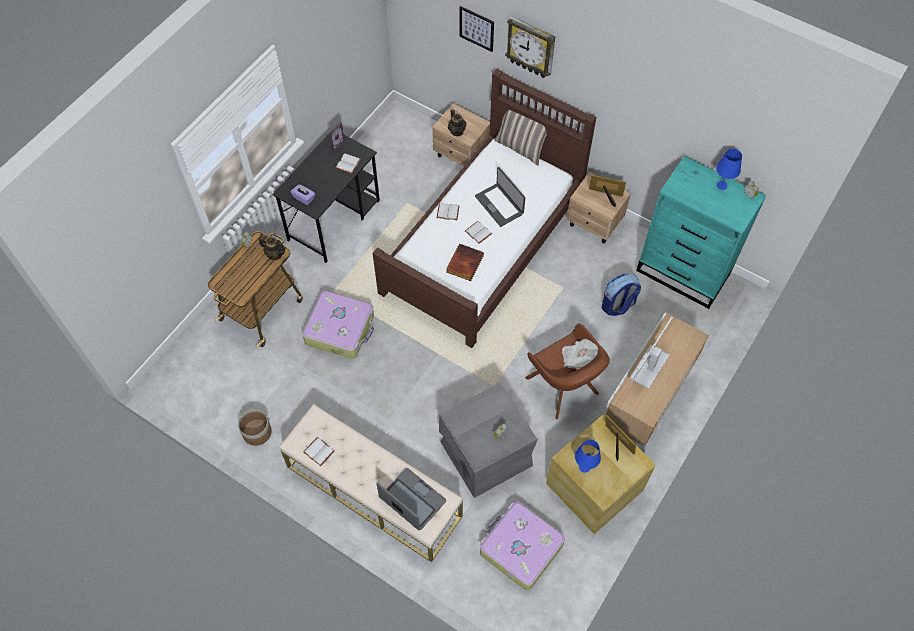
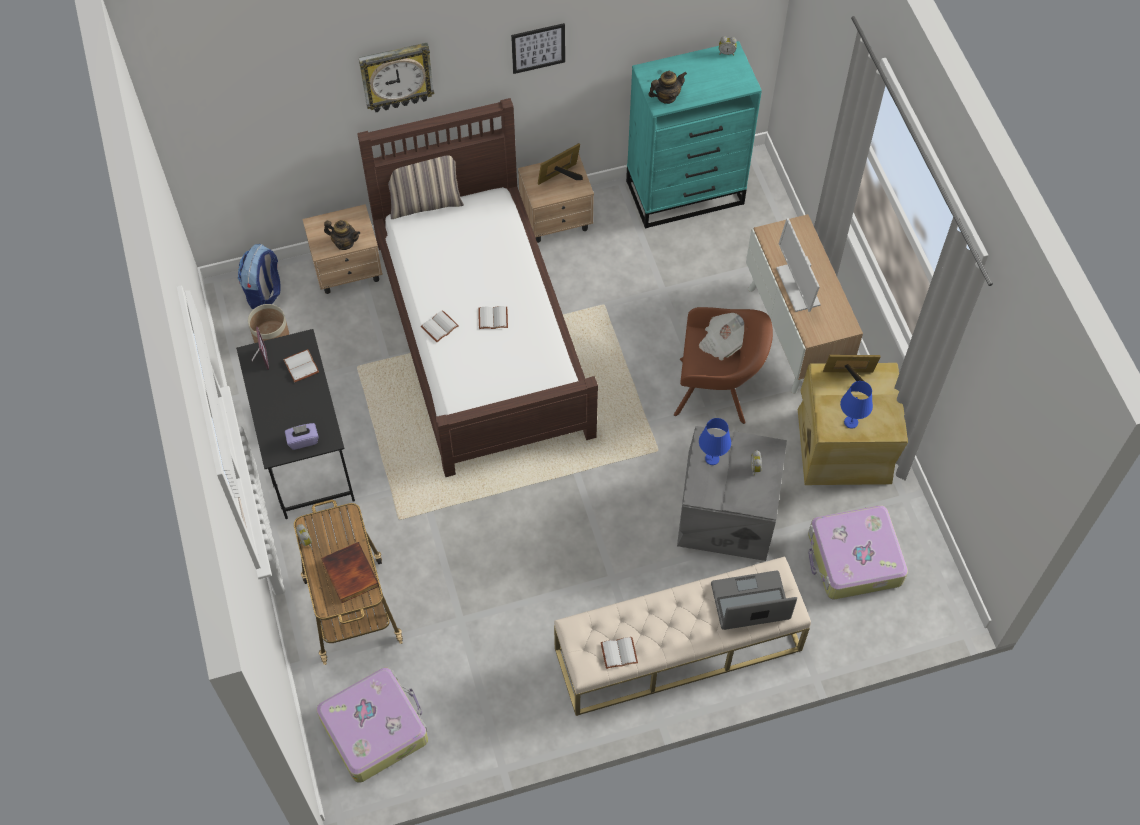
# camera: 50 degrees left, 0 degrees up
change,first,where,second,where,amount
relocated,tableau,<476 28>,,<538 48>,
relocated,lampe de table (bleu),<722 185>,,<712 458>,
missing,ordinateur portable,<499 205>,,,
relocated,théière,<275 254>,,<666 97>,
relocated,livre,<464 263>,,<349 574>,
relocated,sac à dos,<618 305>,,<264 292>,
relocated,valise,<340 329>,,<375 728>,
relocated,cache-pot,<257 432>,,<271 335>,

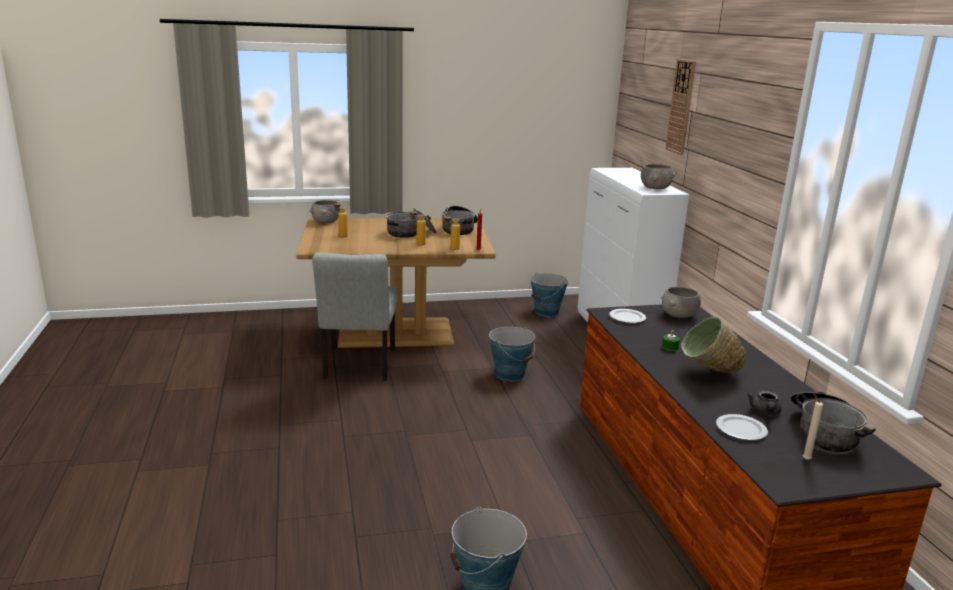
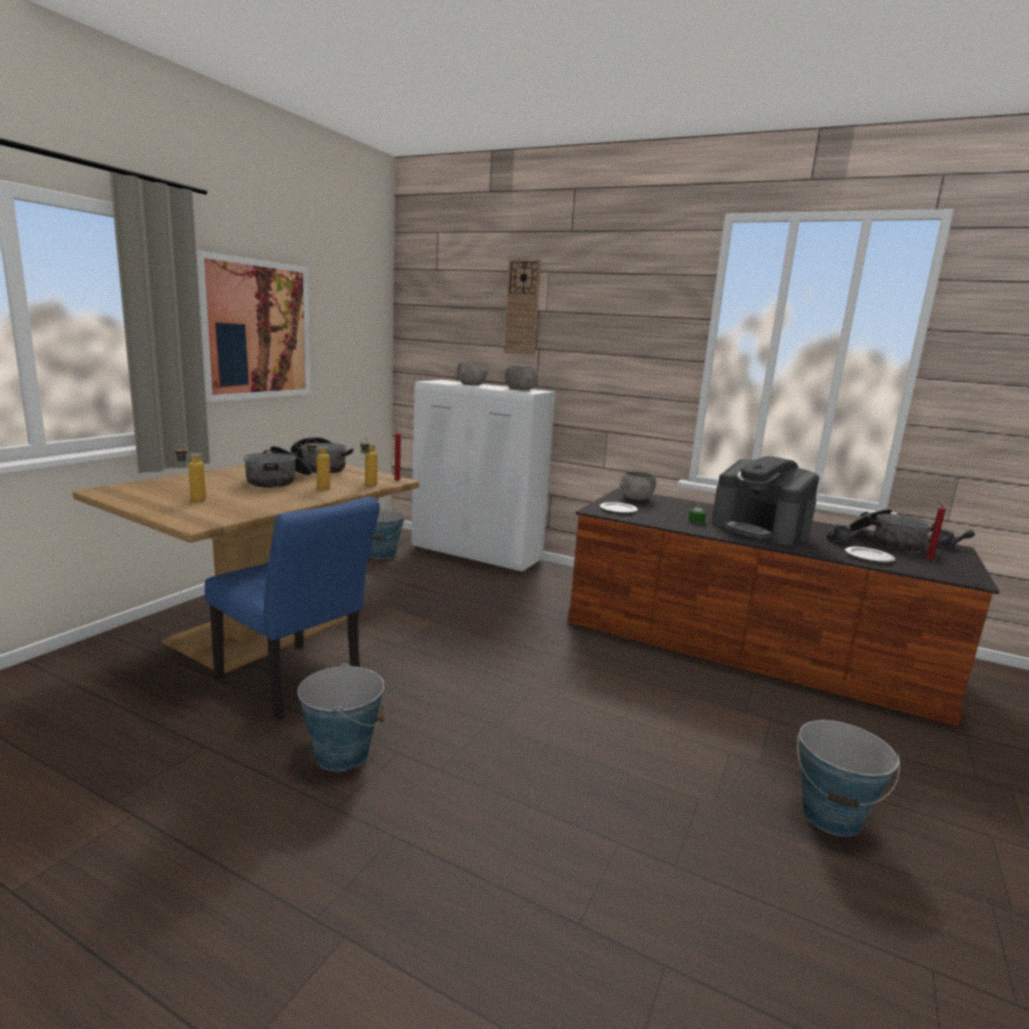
# camera: 50 degrees left, 5 degrees down
change,first,where,second,where,amount
relocated,bol (gris),<326 222>,,<472 385>,
colour,chaise (gris),<358 367>,chaise (bleu),<295 684>,
exchanged,bol (vert),<708 374>,machine à café,<760 530>,
relocated,seau,<510 374>,,<342 754>,
colour,bougie (beige),<805 459>,bougie (rouge),<927 560>,
appeared,,,tableau,<256 330>,
appeared,,,théière (gris),<946 546>,

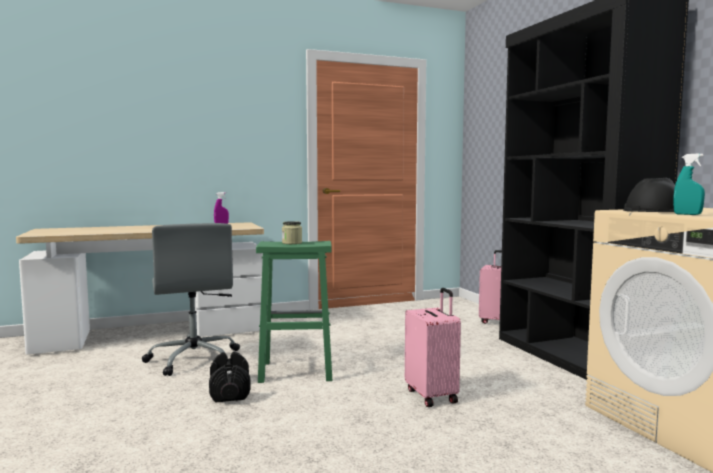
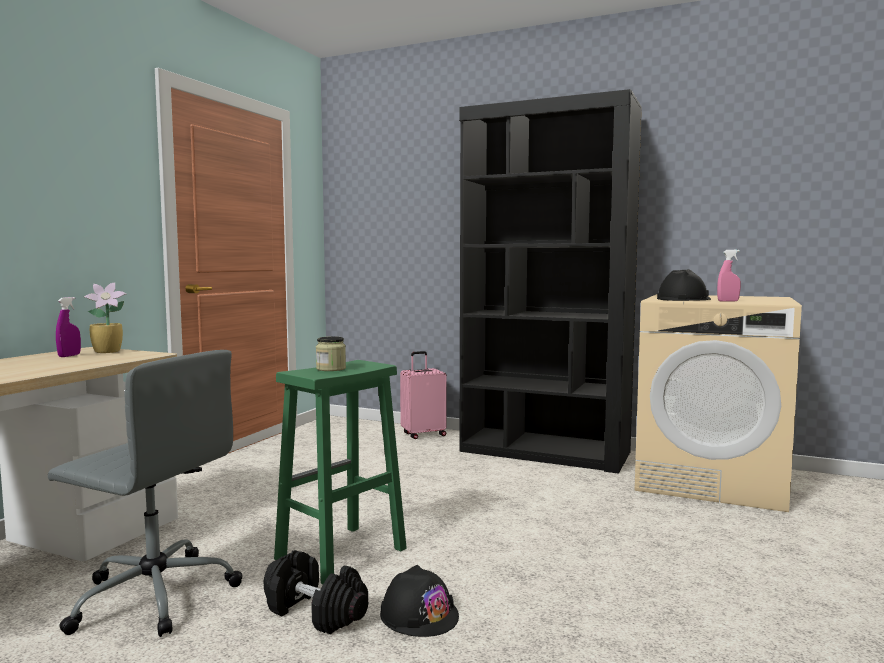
# camera: 45 degrees left, 0 degrees up
change,first,where,second,where,amount
colour,vaporisateur (turquoise),<687 214>,vaporisateur (rose),<728 301>,
missing,valise (rose),<432 396>,,,
appeared,,,plante en pot,<108 351>,
appeared,,,casque de chantier (noir),<419 614>,

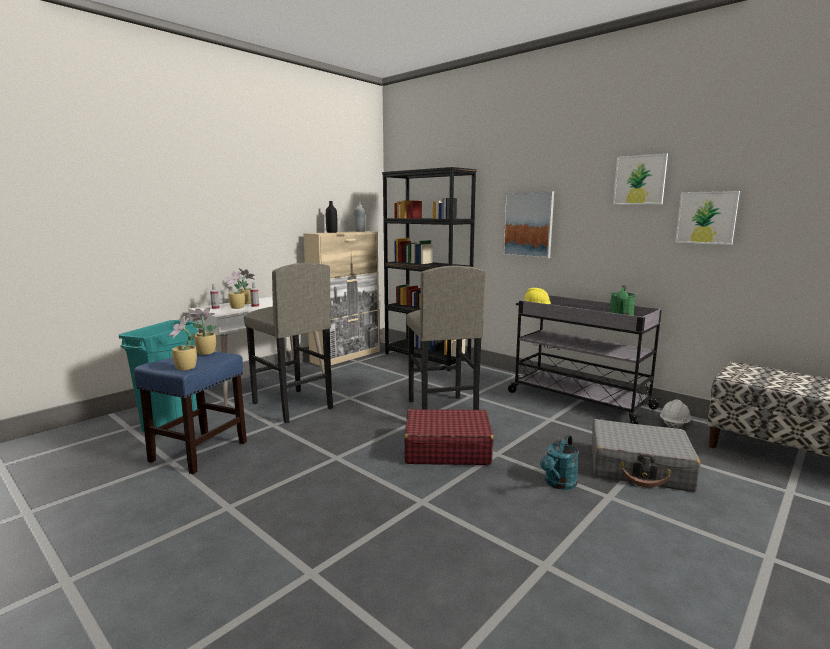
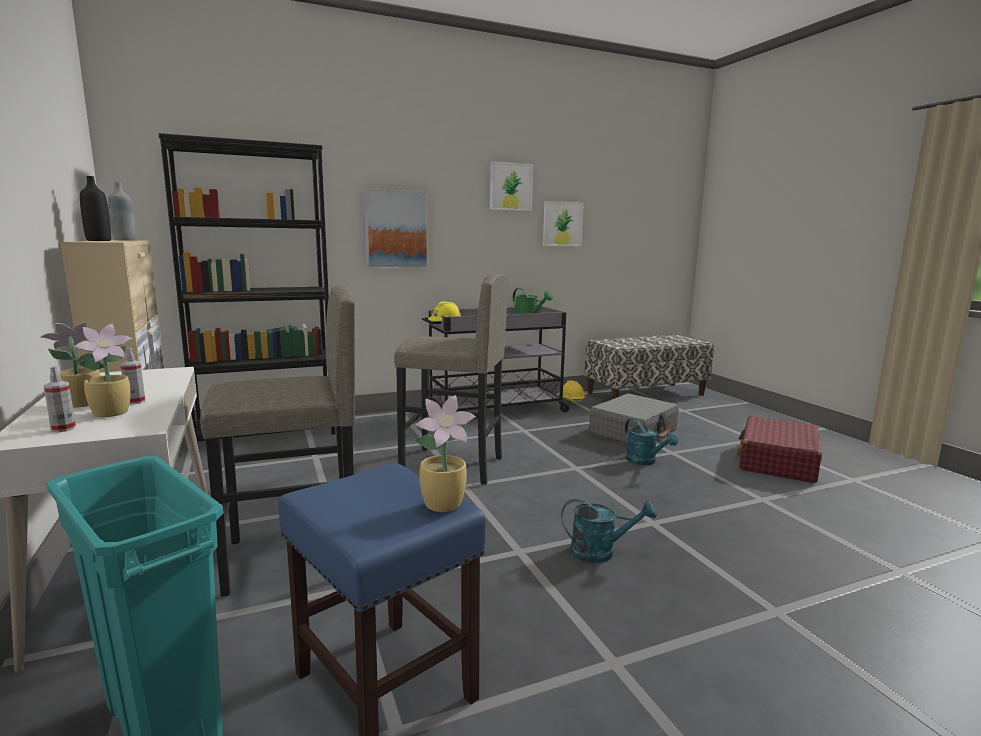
# camera: 65 degrees left, 0 degrees up
change,first,where,second,where,amount
missing,plante en pot,<205 353>,,,
colour,casque de chantier (blanc),<674 423>,casque de chantier (jaune),<571 401>,
relocated,valise (rouge),<446 449>,,<777 462>,
appeared,,,arrosoir (turquoise),<600 552>,

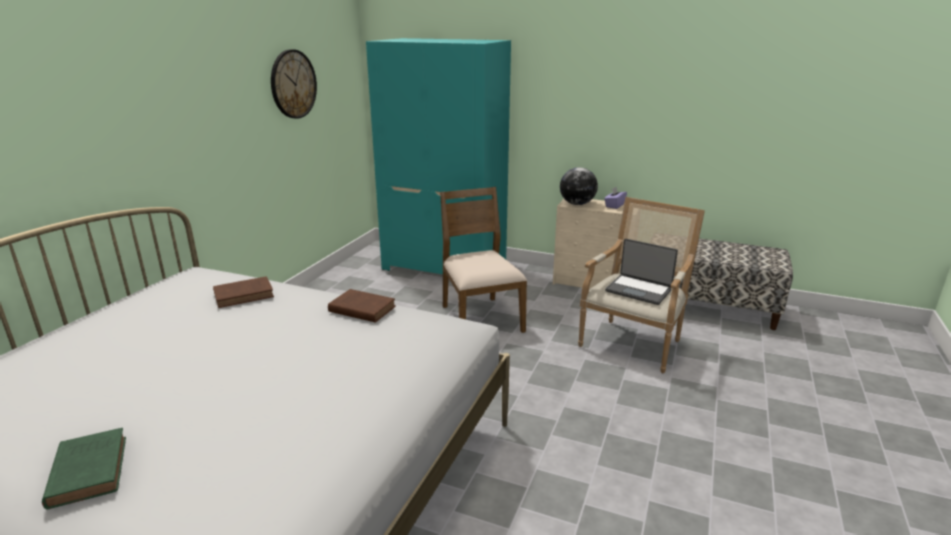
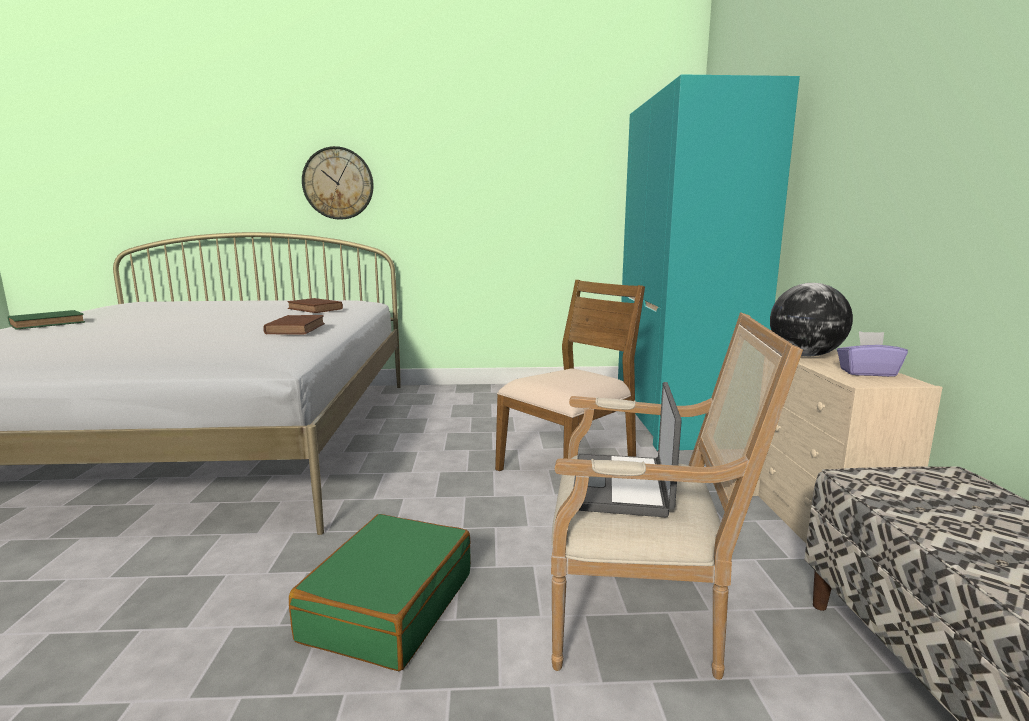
# camera: 65 degrees right, 10 degrees down
change,first,where,second,where,amount
relocated,horloge murale,<293 84>,,<338 183>,
appeared,,,valise (vert),<388 605>,

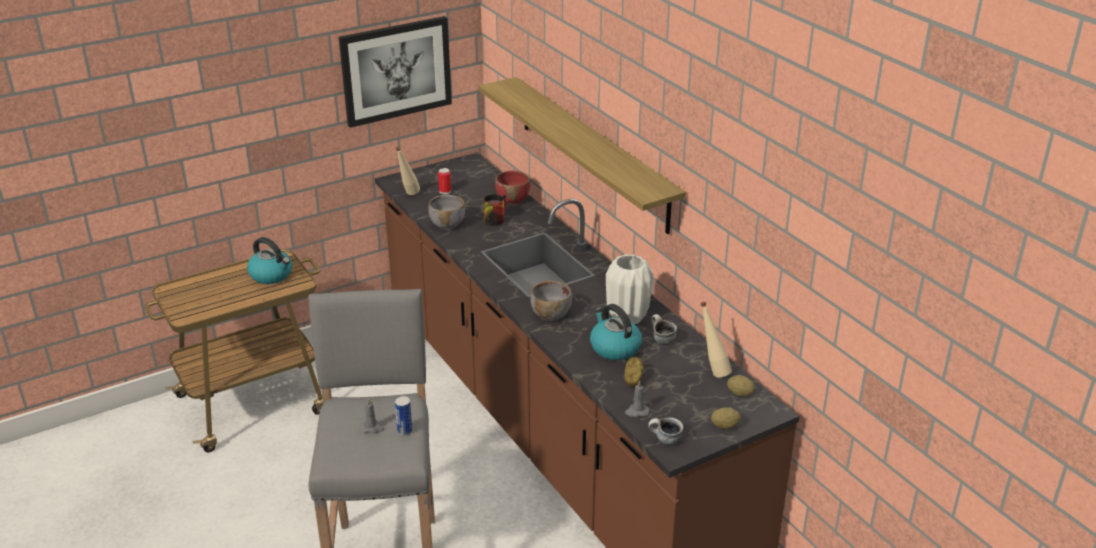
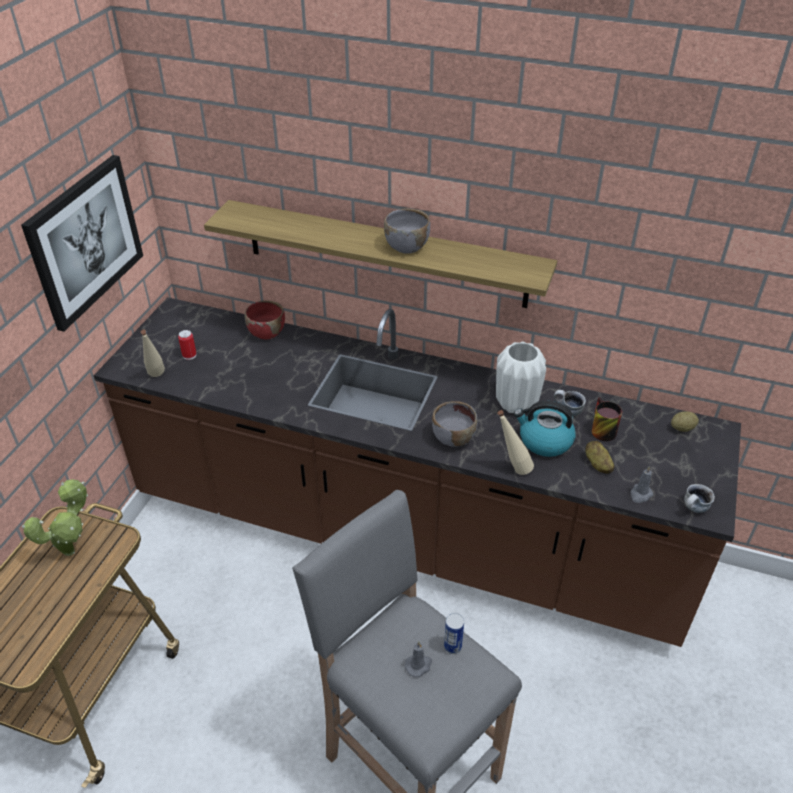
# camera: 40 degrees left, 10 degrees up
change,first,where,second,where,amount
relocated,mug,<494 218>,,<600 429>,
relocated,bol (gris),<447 224>,,<407 246>,
exchanged,bouilloire,<272 275>,plante en pot,<73 548>,
relocated,bouteille (beige),<712 371>,,<512 469>,
missing,pomme de terre,<725 426>,,,

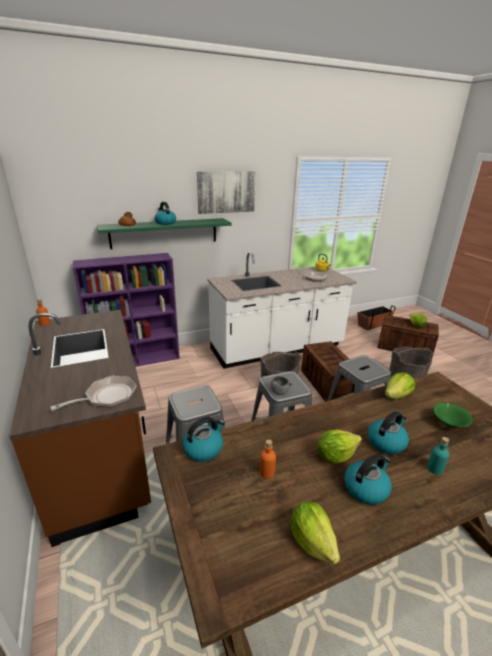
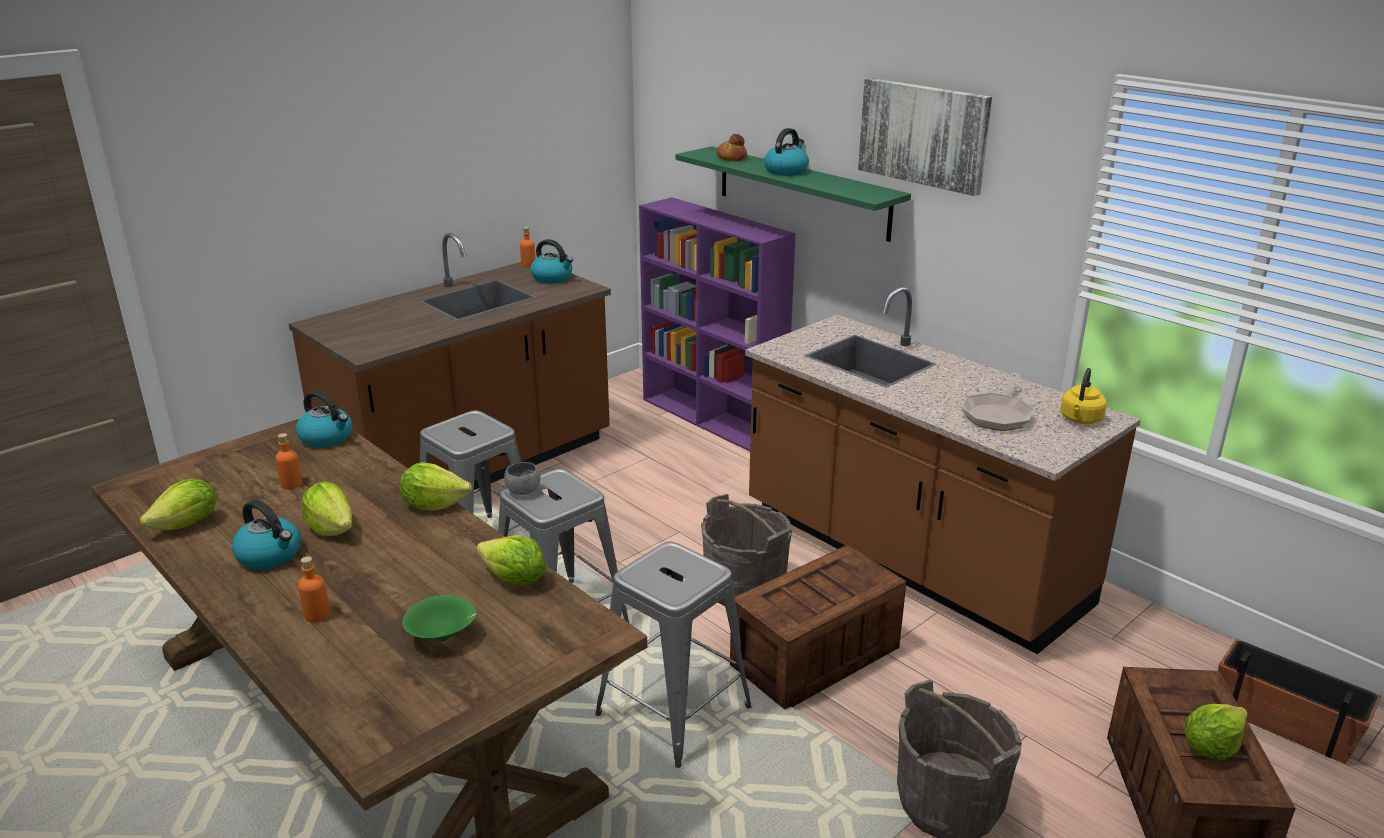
# camera: 70 degrees right, 0 degrees up
change,first,where,second,where,amount
colour,comptoir de cuisine (blanc),<277 348>,comptoir de cuisine (marron),<910 558>,
missing,poêle,<107 397>,,,
relocated,bouilloire,<386 442>,,<553 278>,
colour,bouteille (turquoise),<435 469>,bouteille (orange),<317 615>,
appeared,,,laitue,<434 504>,

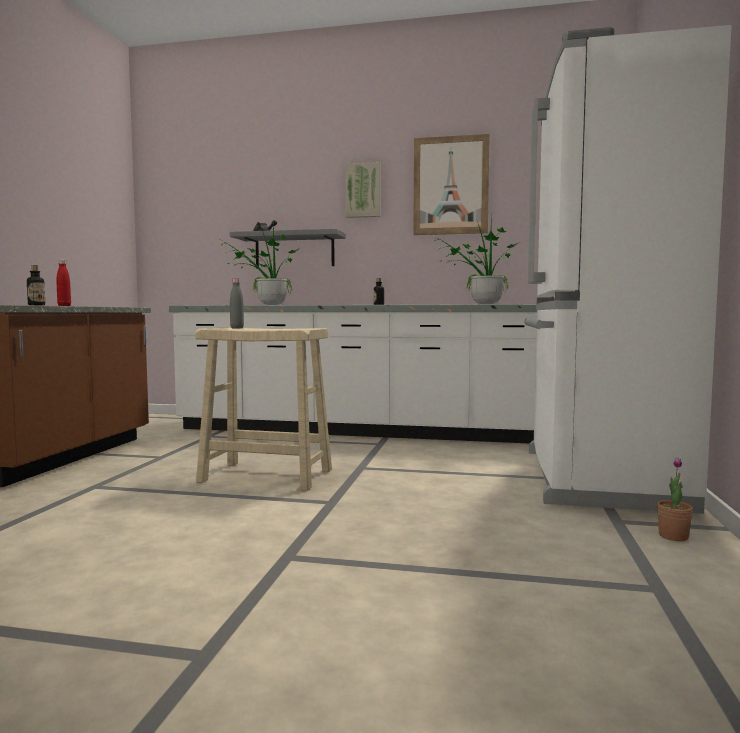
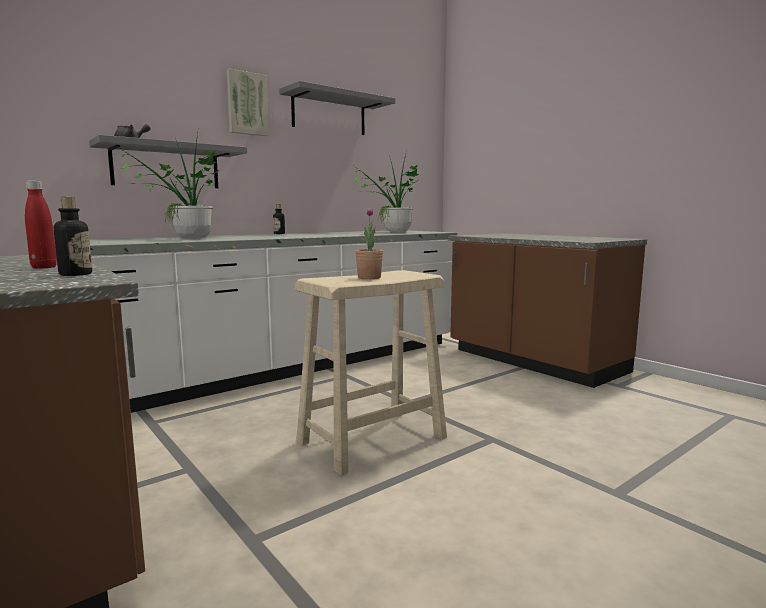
# camera: 50 degrees left, 5 degrees up
change,first,where,second,where,amount
exchanged,réfrigérateur (blanc),<596 478>,comptoir de cuisine (marron),<534 361>,
exchanged,tableau,<450 185>,étagère (gris),<329 114>,
missing,bouteille (gris),<237 328>,,,
relocated,plante en pot,<673 536>,,<369 278>,

